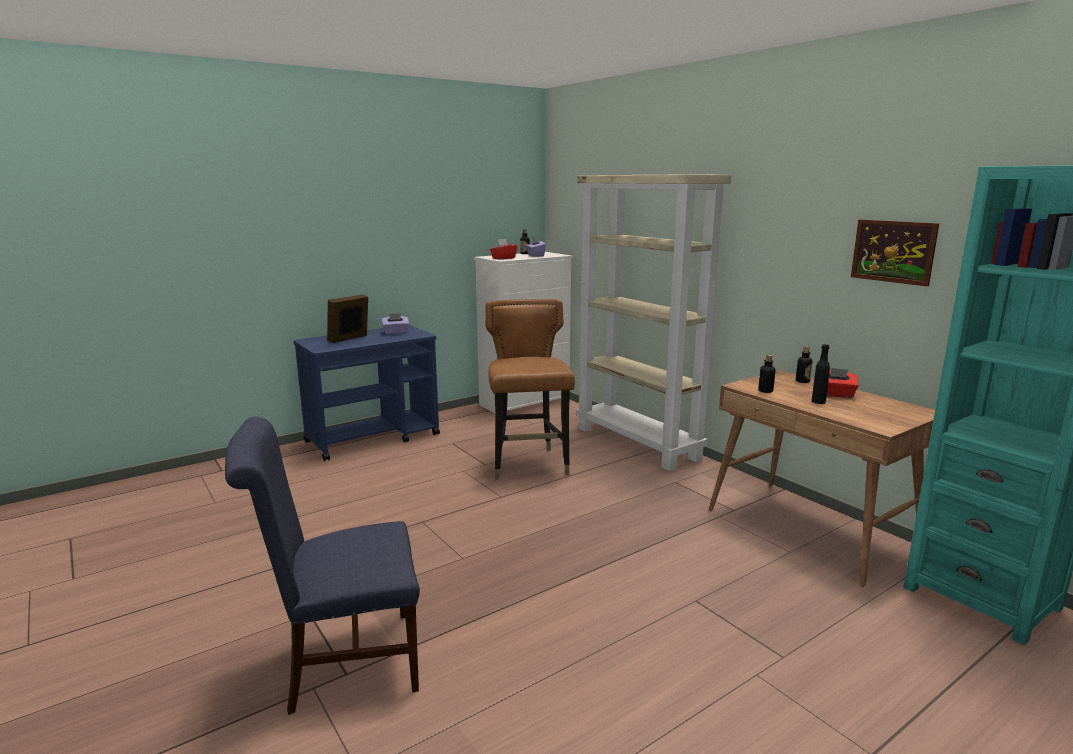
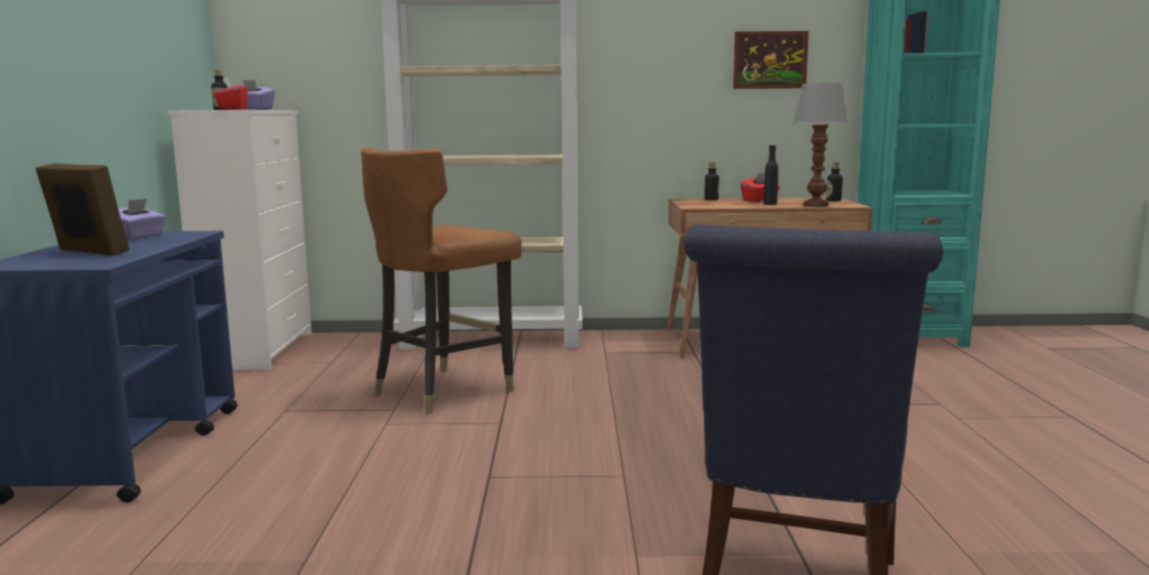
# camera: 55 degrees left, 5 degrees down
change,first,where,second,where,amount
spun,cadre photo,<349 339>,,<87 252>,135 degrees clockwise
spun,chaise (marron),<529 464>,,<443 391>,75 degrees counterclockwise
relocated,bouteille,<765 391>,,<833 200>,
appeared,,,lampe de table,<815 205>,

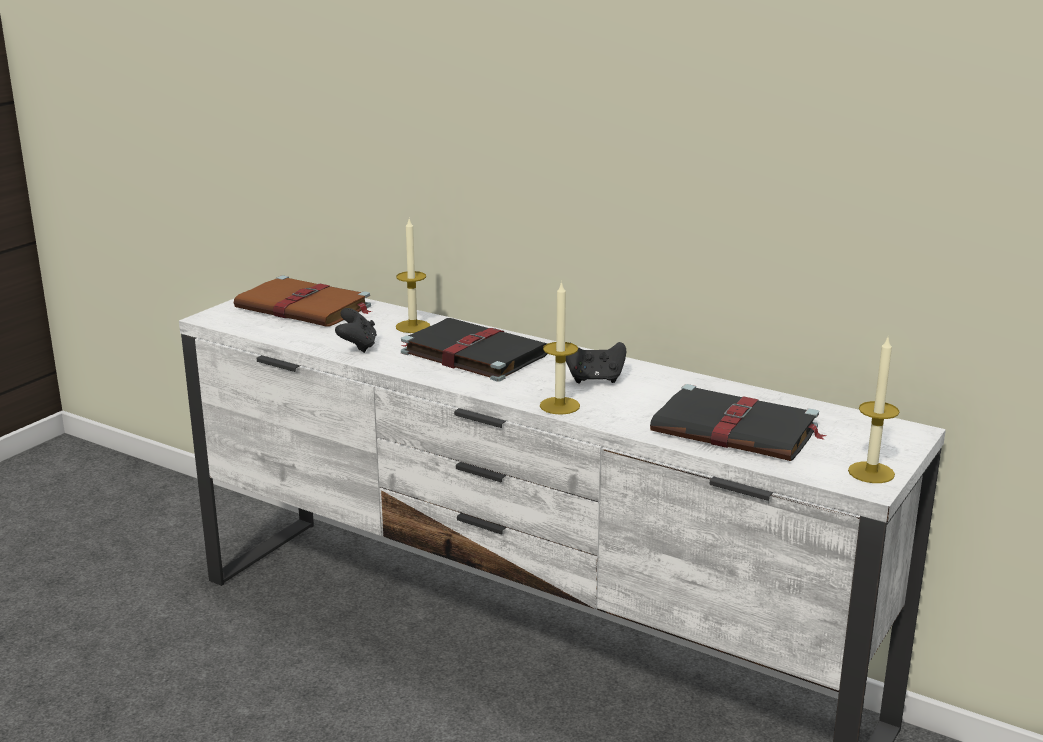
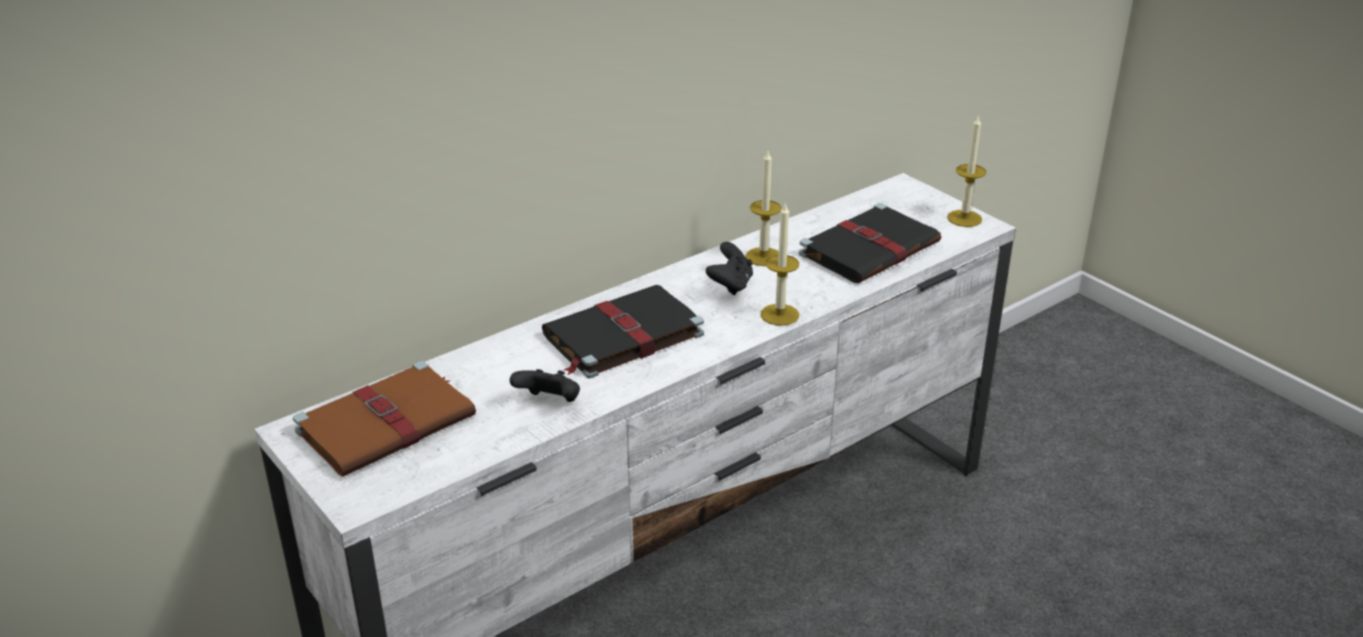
# camera: 70 degrees left, 10 degrees up
change,first,where,second,where,amount
relocated,bougie,<413 326>,,<763 256>,

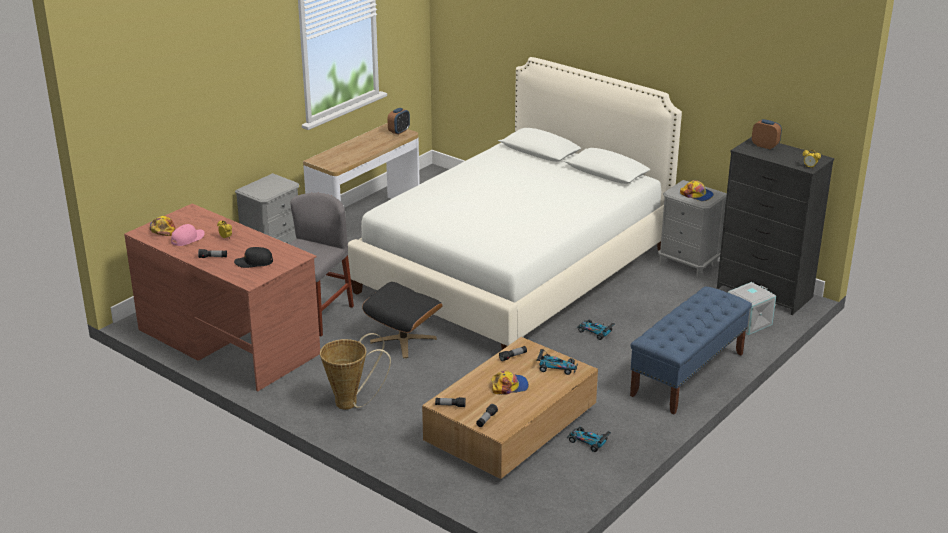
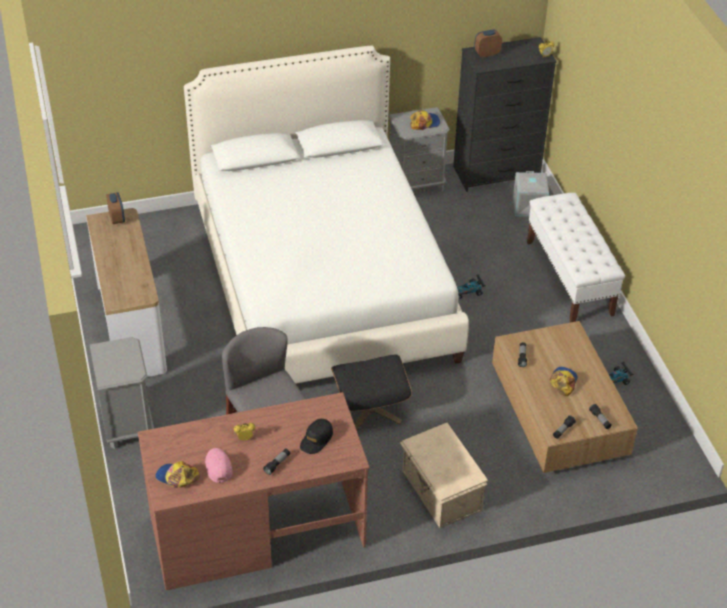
# camera: 55 degrees left, 15 degrees up
change,first,where,second,where,amount
colour,banc (bleu),<687 374>,banc (blanc),<569 278>,
exchanged,panier,<352 403>,boîte de rangement (beige),<440 491>,
missing,petite voiture,<556 367>,,,

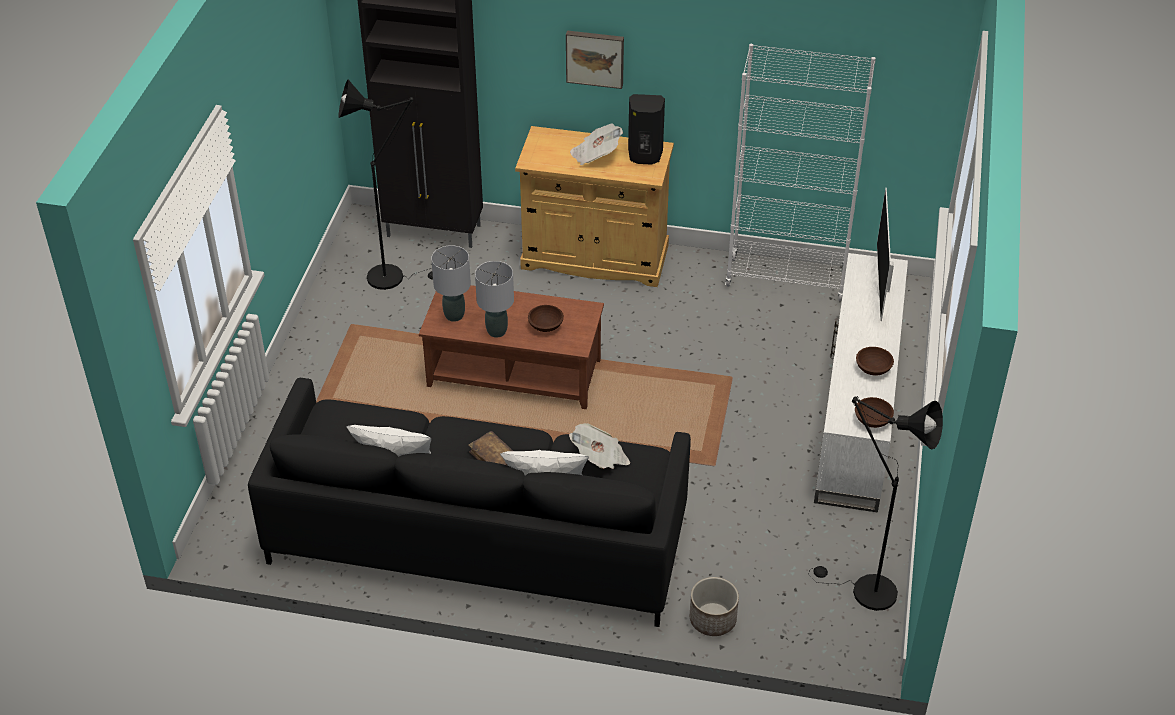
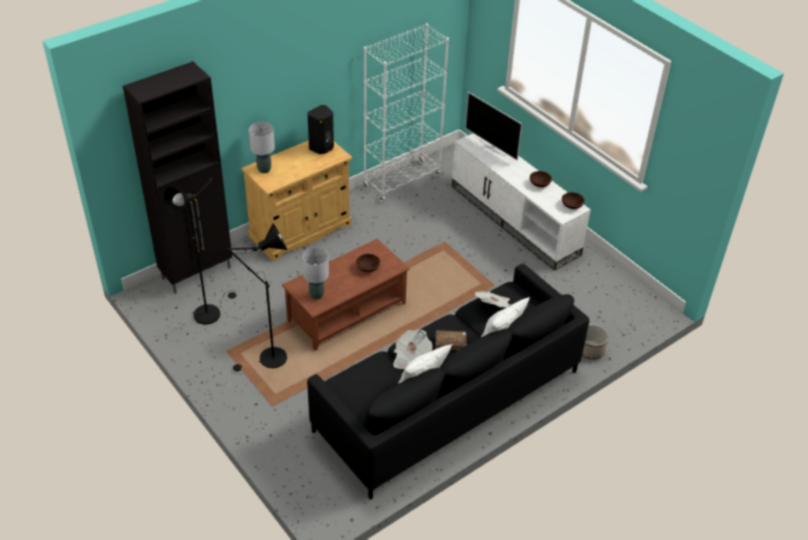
# camera: 50 degrees left, 0 degrees up
change,first,where,second,where,amount
missing,tableau,<595 58>,,,
relocated,journal,<595 155>,,<410 358>,
relocated,lampe de table (gris),<496 331>,,<264 169>,
relocated,lampadaire (noir),<865 591>,,<268 360>,

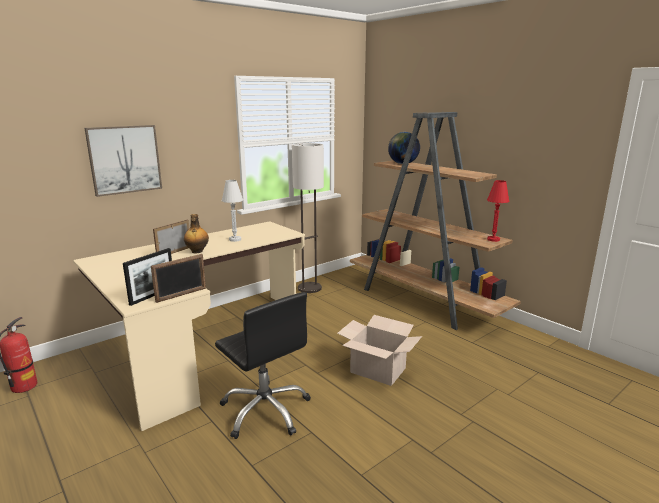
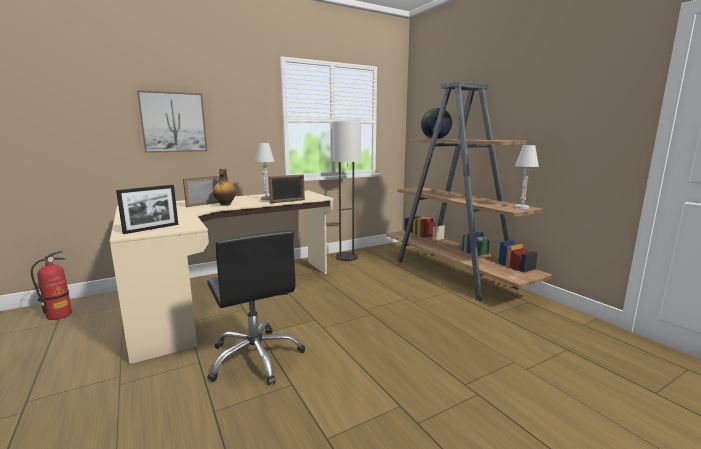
# camera: 10 degrees right, 5 degrees down
change,first,where,second,where,amount
colour,lampe de table (rouge),<493 239>,lampe de table (blanc),<521 207>,
relocated,cadre photo,<181 295>,,<287 201>,
missing,carton,<378 370>,,,

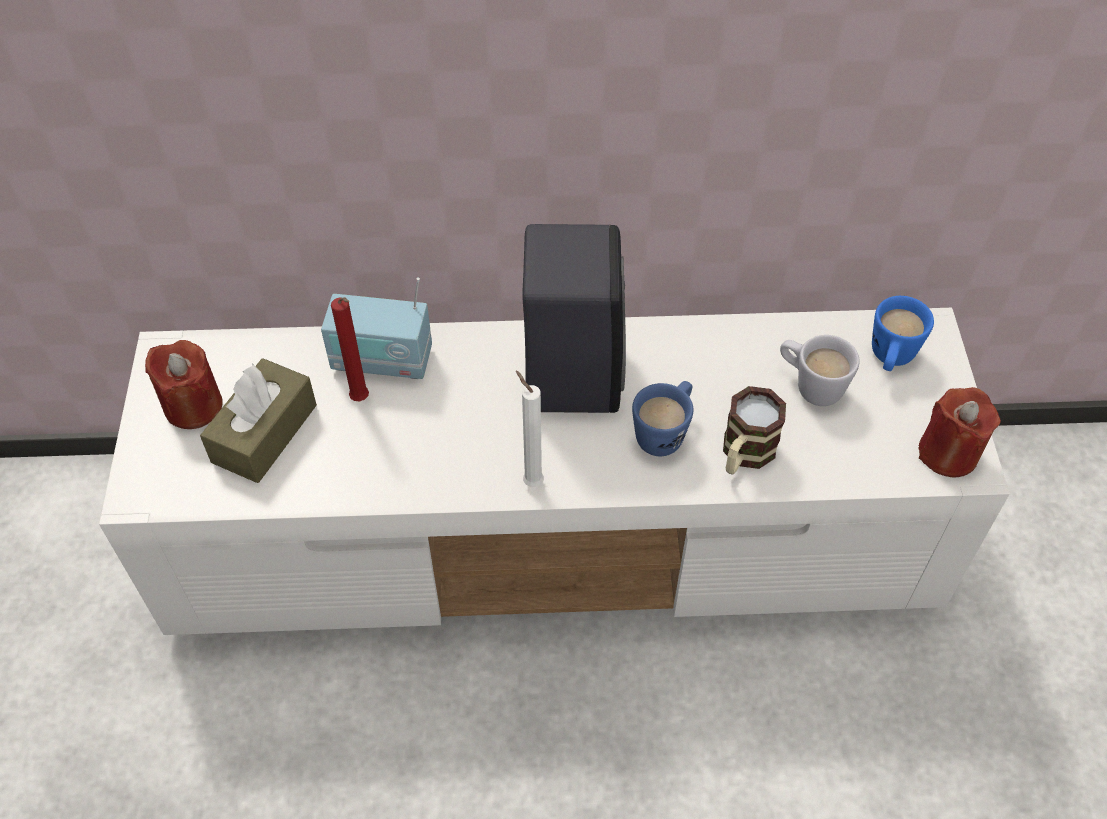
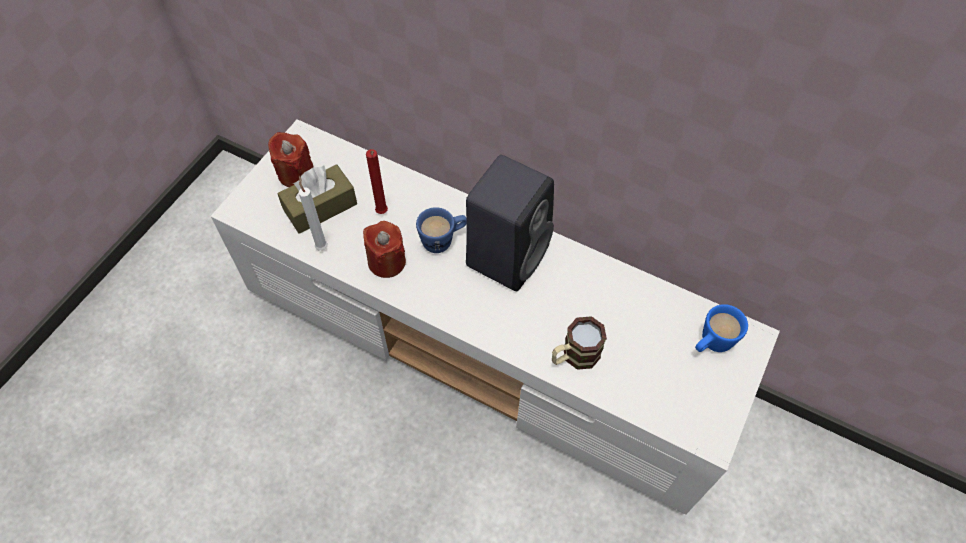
# camera: 30 degrees right, 5 degrees up
change,first,where,second,where,amount
missing,radio,<382 361>,,,
missing,mug (blanc),<810 385>,,,
relocated,bougie (blanc),<530 481>,,<321 246>,
relocated,mug (bleu),<664 432>,,<443 240>,
relocated,bougie (rouge),<948 453>,,<386 262>,

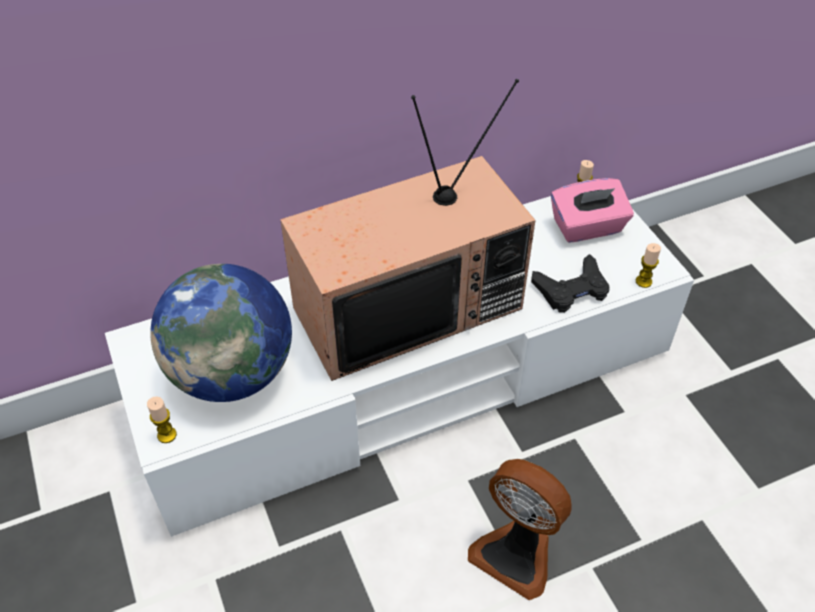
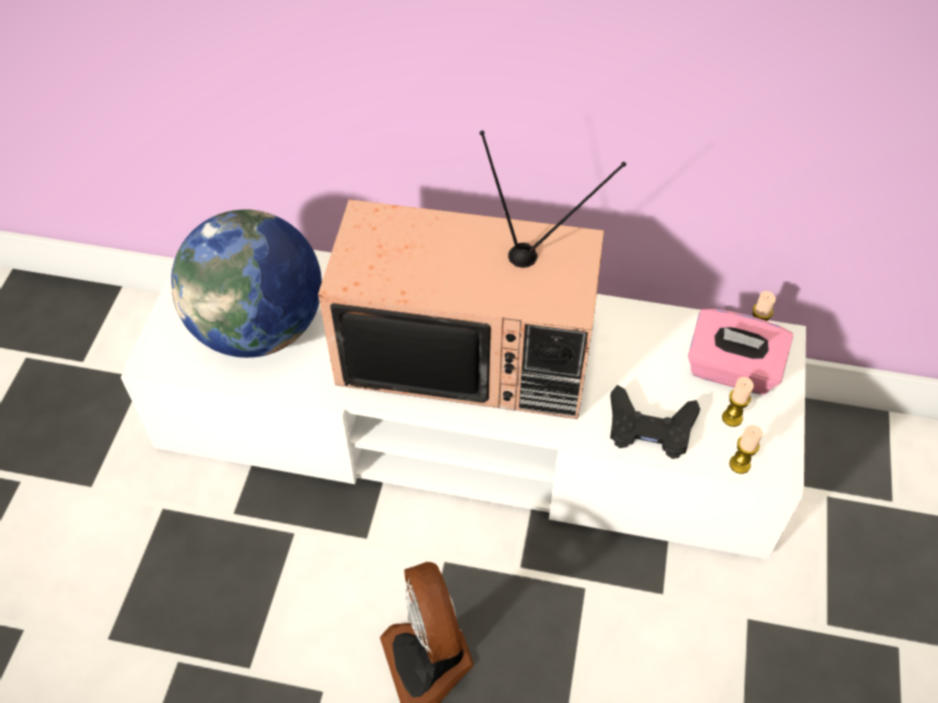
# camera: 35 degrees right, 5 degrees up
change,first,where,second,where,amount
relocated,bougie,<167 435>,,<732 418>,

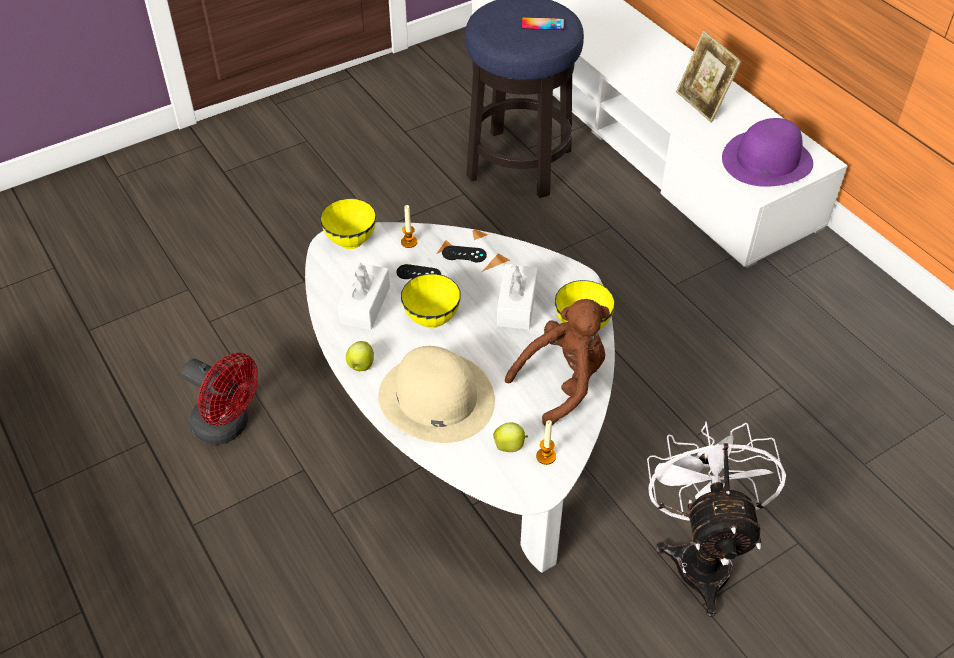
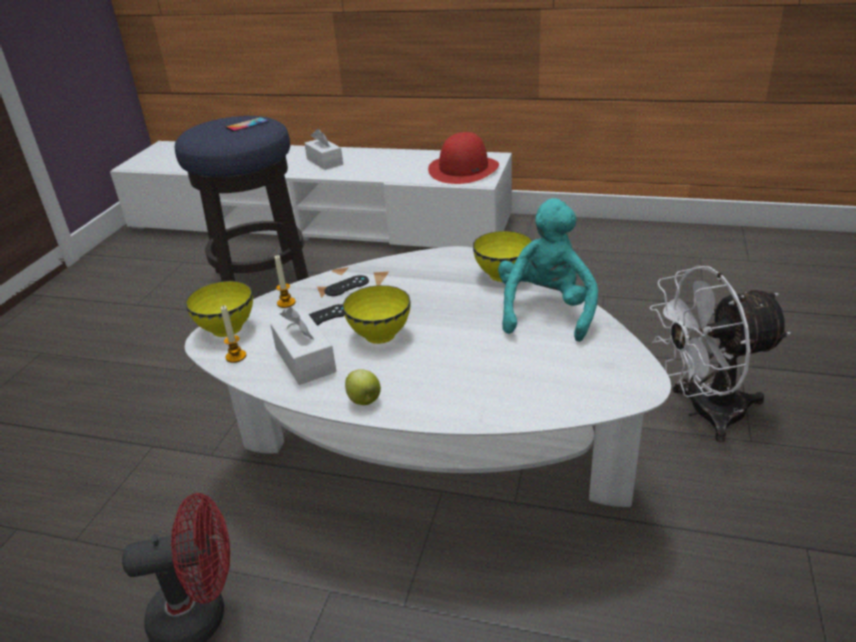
# camera: 40 degrees left, 15 degrees down
change,first,where,second,where,amount
missing,cadre photo,<702 104>,,,
colour,chapeau (violet),<767 160>,chapeau (rouge),<463 169>,
relocated,boîte à mouchoirs (blanc),<516 305>,,<324 161>,
colour,peluche (marron),<563 382>,peluche (turquoise),<546 311>,
missing,chapeau (beige),<435 398>,,,
relocated,bougie,<546 456>,,<236 356>,
spun,ventilateur (blanc),<700 554>,,<704 413>,60 degrees counterclockwise
missing,pomme,<510 446>,,,

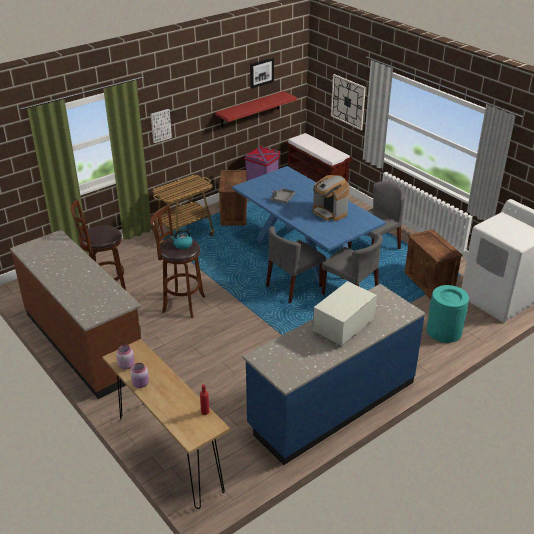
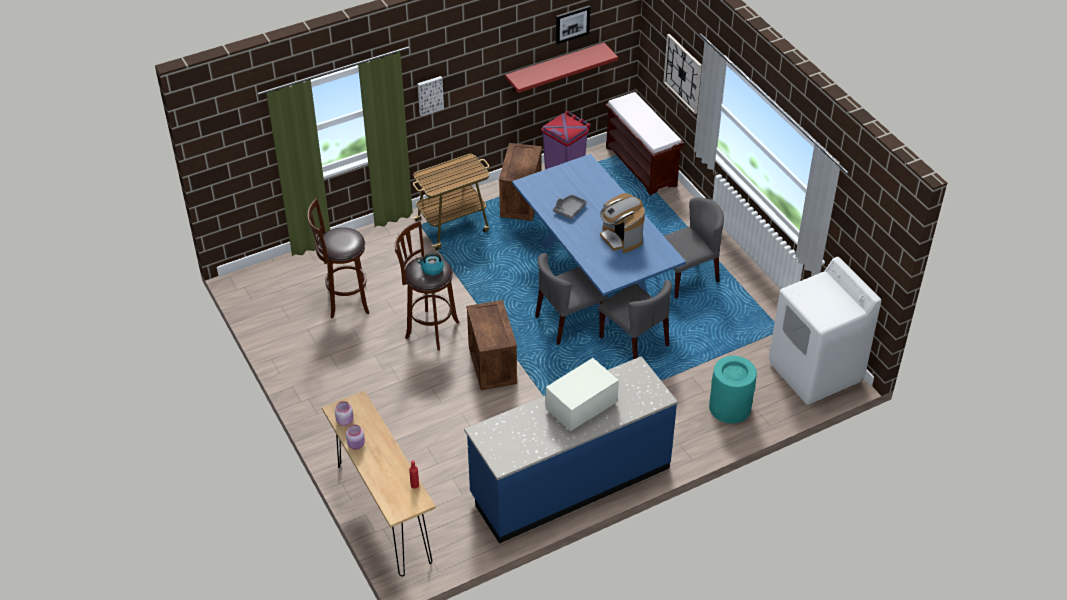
# camera: 10 degrees right, 10 degrees up
change,first,where,second,where,amount
relocated,caisse,<429 282>,,<493 365>,
missing,comptoir de cuisine (marron),<84 342>,,,

